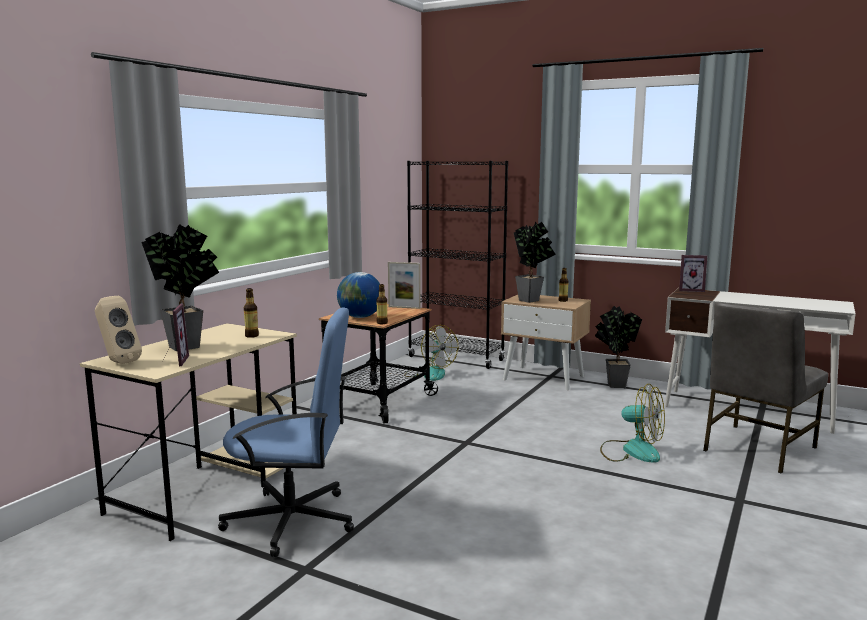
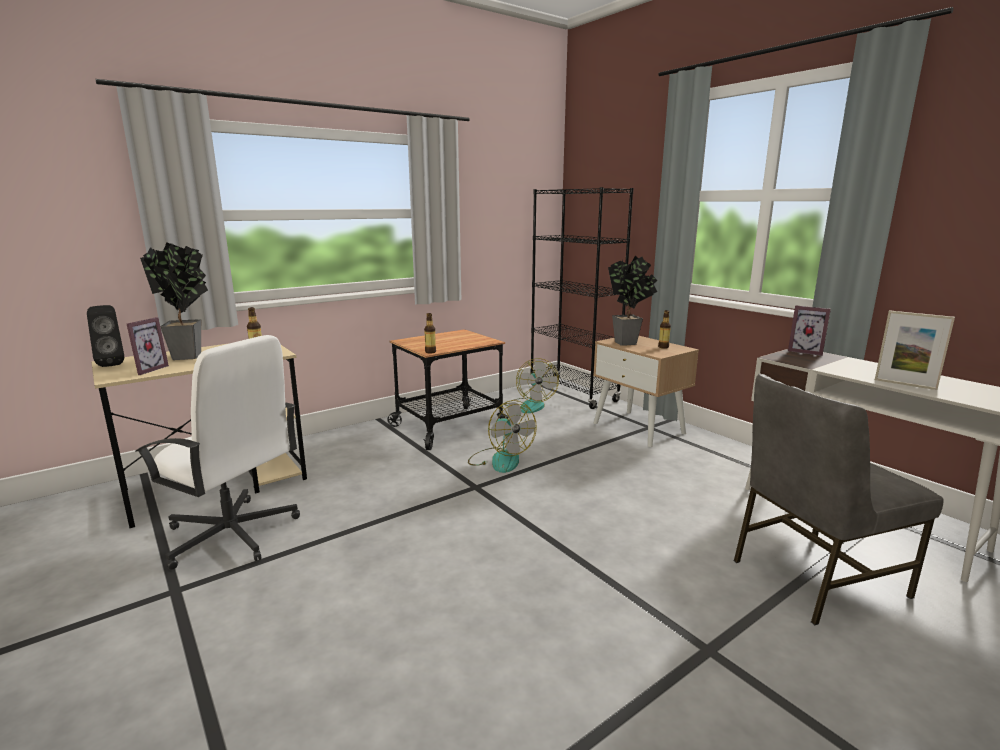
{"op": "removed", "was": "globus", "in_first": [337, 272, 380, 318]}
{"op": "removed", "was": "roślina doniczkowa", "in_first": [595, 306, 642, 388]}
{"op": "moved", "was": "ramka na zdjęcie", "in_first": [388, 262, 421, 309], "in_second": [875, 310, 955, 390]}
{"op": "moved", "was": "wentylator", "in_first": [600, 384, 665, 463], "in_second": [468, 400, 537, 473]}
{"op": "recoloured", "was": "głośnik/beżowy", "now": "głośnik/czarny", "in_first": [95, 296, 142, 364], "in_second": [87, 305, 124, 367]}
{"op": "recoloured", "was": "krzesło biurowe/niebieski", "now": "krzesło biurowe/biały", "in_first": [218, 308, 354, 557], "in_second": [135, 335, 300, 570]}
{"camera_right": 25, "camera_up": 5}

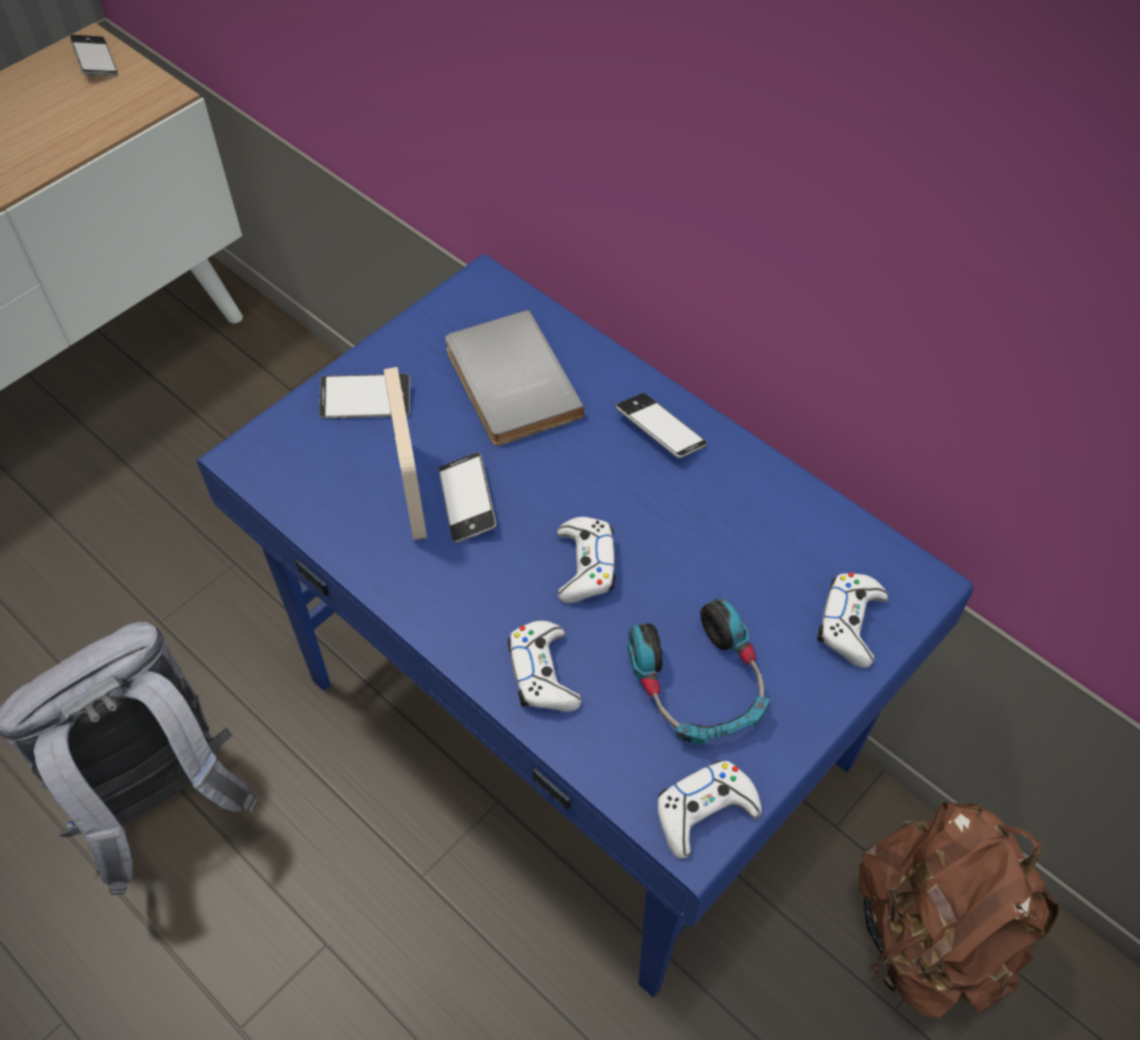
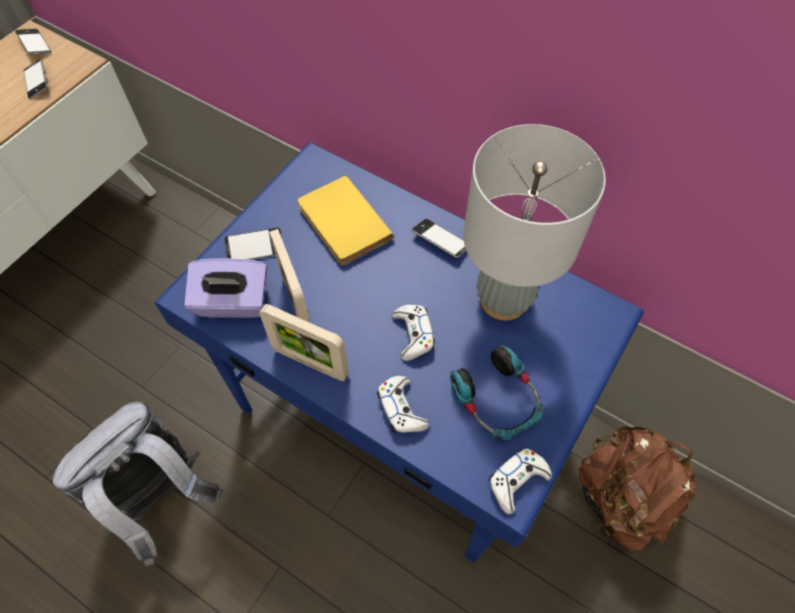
{"op": "removed", "was": "pad do gier/biały", "in_first": [817, 573, 888, 668]}
{"op": "added", "now": "pudełko chusteczek/fioletowy", "in_second": [184, 258, 267, 318]}
{"op": "added", "now": "ramka na zdjęcie", "in_second": [259, 304, 349, 381]}
{"op": "added", "now": "lampa stołowa/szary", "in_second": [463, 124, 606, 321]}
{"op": "moved", "was": "telefon", "in_first": [438, 452, 497, 543], "in_second": [23, 59, 48, 99]}
{"op": "recoloured", "was": "książka/szary", "now": "książka/żółty", "in_first": [445, 310, 585, 446], "in_second": [298, 175, 393, 265]}
{"camera_right": -10, "camera_up": 5}

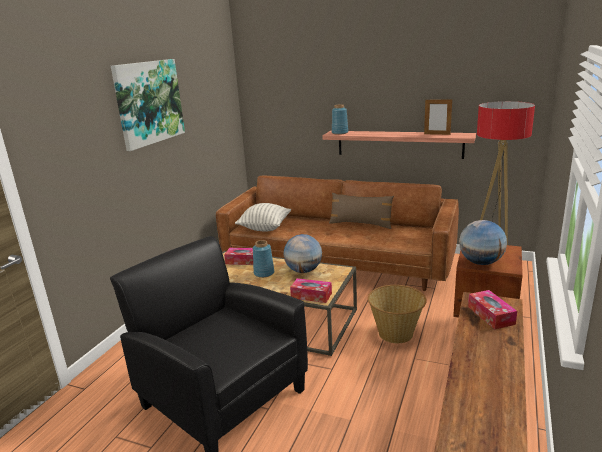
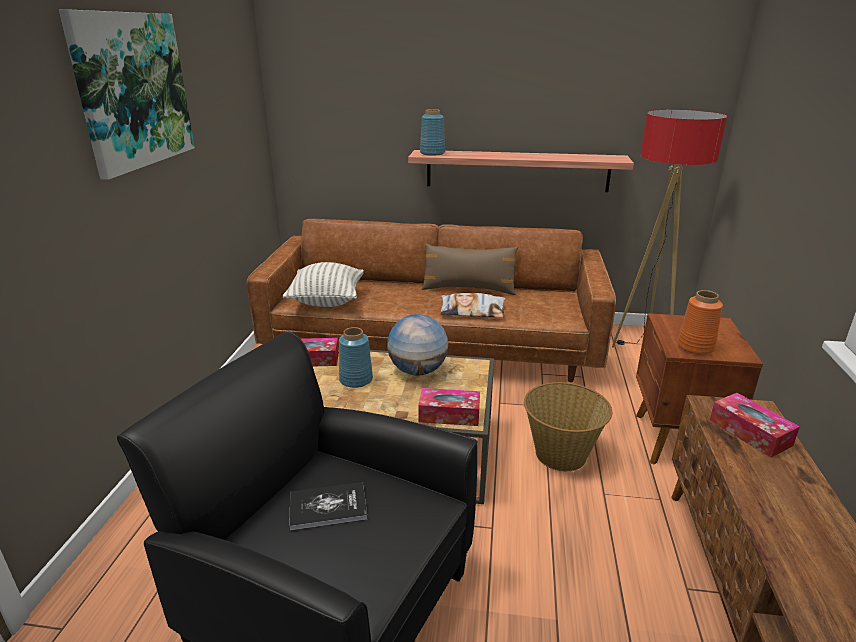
{"op": "removed", "was": "ramka na zdjęcie", "in_first": [424, 98, 452, 135]}
{"op": "added", "now": "książka", "in_second": [289, 482, 368, 531]}
{"op": "added", "now": "poduszka", "in_second": [440, 293, 506, 318]}
{"op": "replaced", "was": "globus", "now": "wazon/pomarańczowy", "in_first": [459, 220, 507, 265], "in_second": [677, 290, 723, 355]}
{"camera_right": -15, "camera_up": 5}

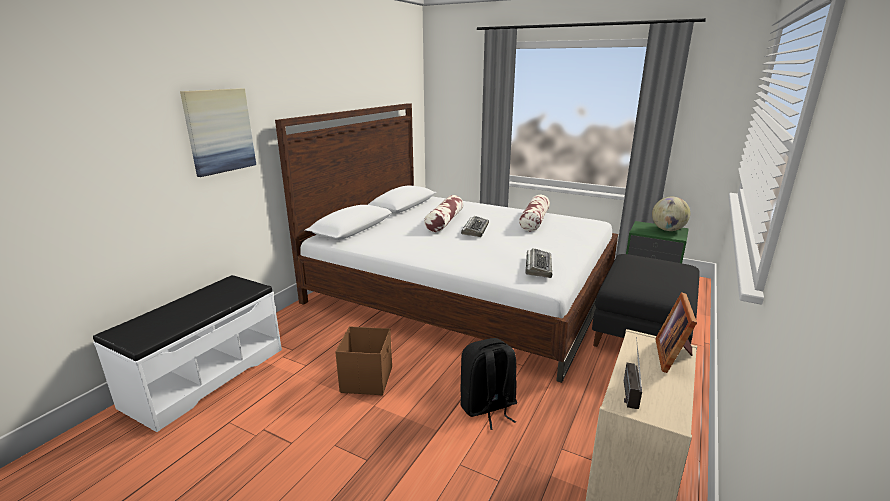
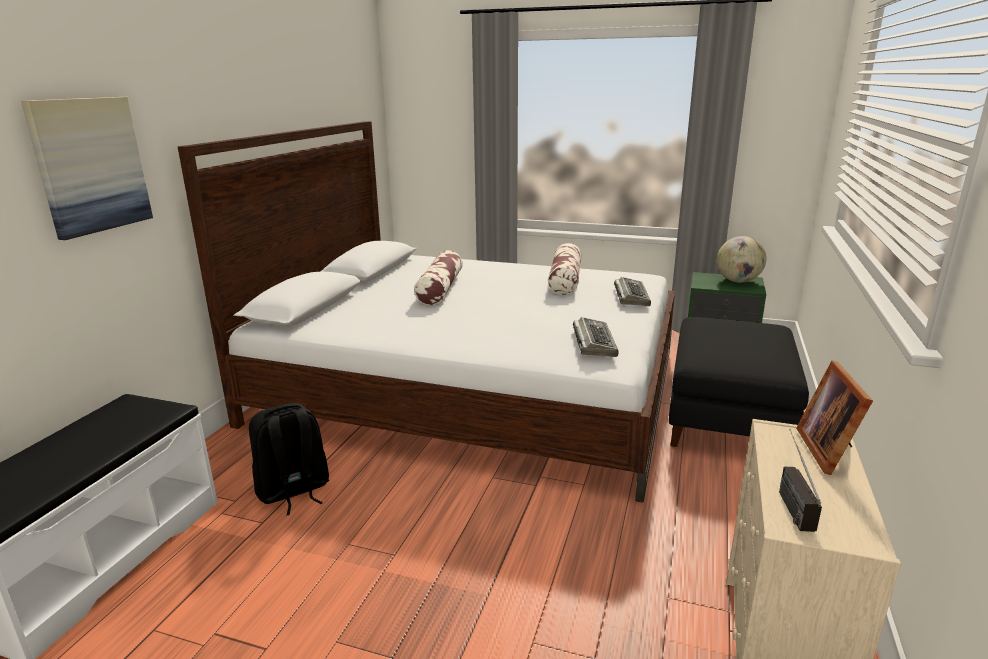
{"op": "removed", "was": "pojemnik do przechowywania/brązowy", "in_first": [335, 326, 392, 395]}
{"op": "moved", "was": "klawiatura", "in_first": [461, 216, 489, 237], "in_second": [614, 277, 651, 306]}
{"op": "moved", "was": "plecak/czarny", "in_first": [461, 338, 517, 430], "in_second": [249, 403, 329, 515]}
{"camera_right": -10, "camera_up": 0}

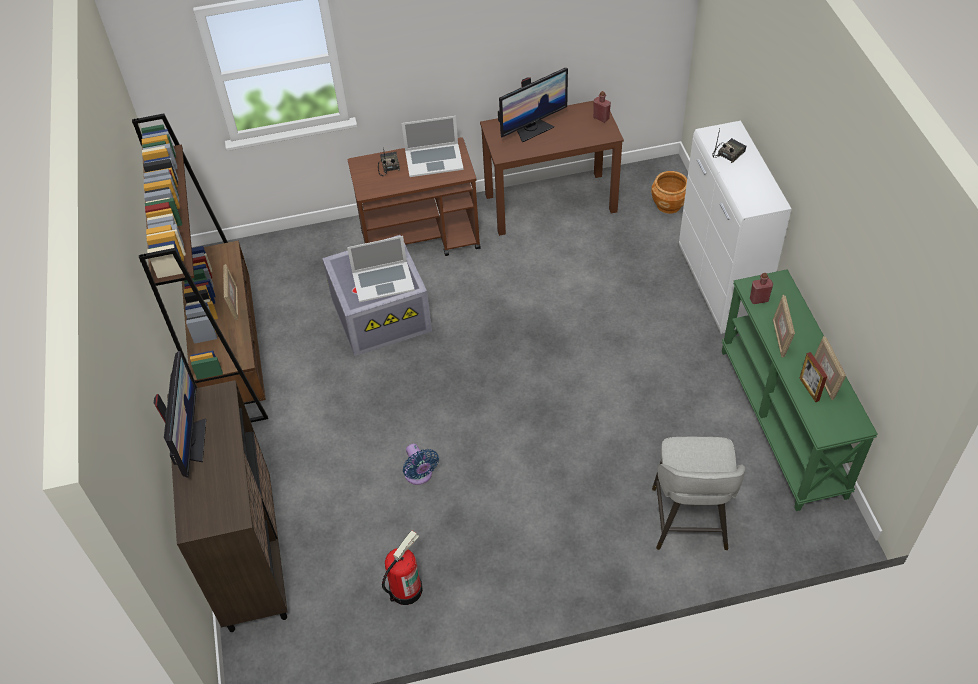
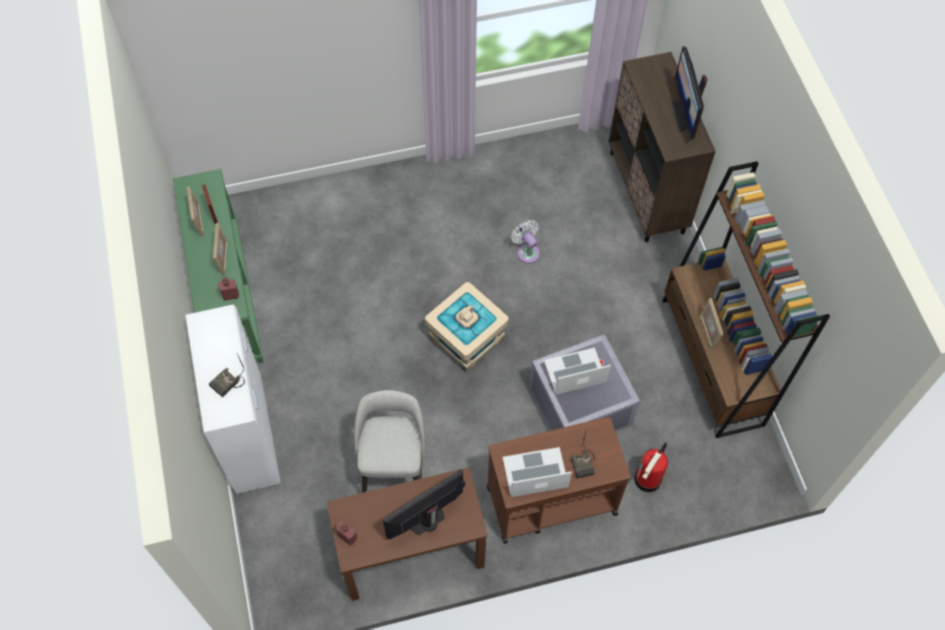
{"op": "removed", "was": "donica/brązowy", "in_first": [651, 171, 687, 214]}
{"op": "added", "now": "pojemnik do przechowywania/beżowy", "in_second": [425, 282, 508, 373]}
{"op": "moved", "was": "gaśnica", "in_first": [382, 530, 423, 605], "in_second": [634, 443, 668, 492]}
{"op": "moved", "was": "stołek/szary", "in_first": [652, 437, 745, 550], "in_second": [355, 390, 425, 493]}
{"op": "recoloured", "was": "wentylator/niebieski", "now": "wentylator/biały", "in_first": [403, 444, 439, 485], "in_second": [511, 220, 540, 264]}
{"camera_right": 175, "camera_up": 10}

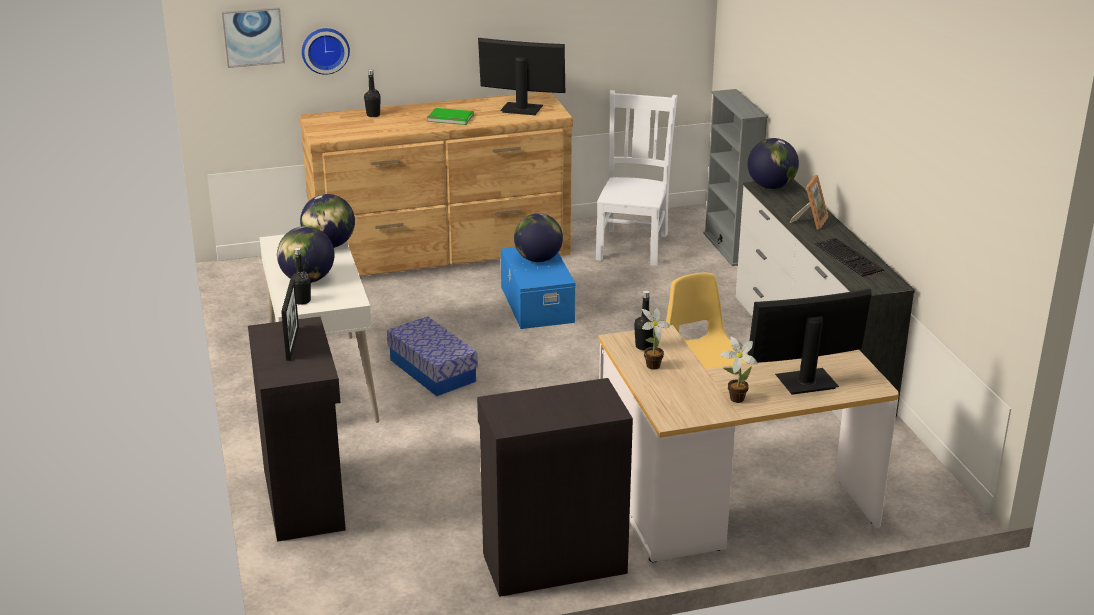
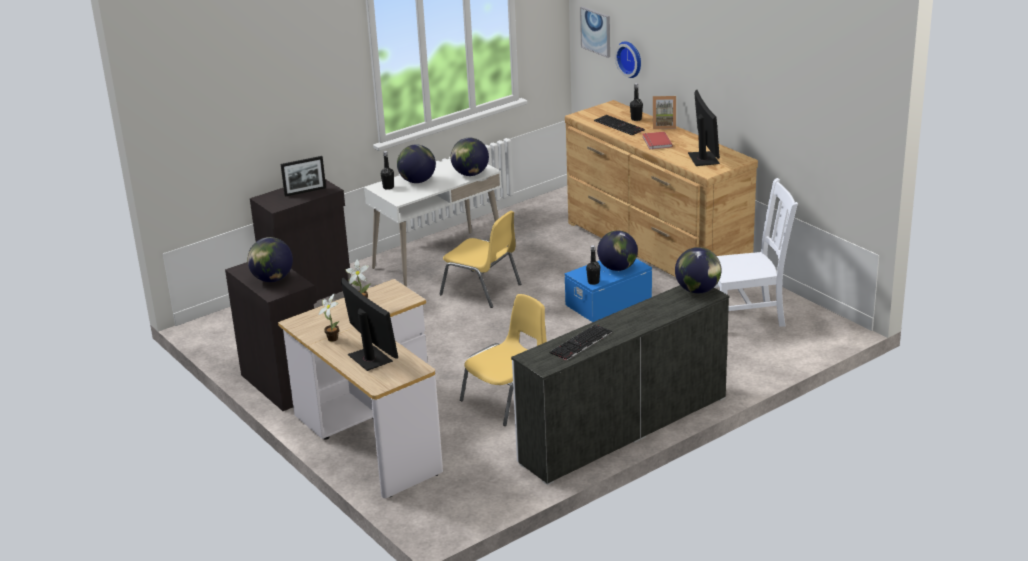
{"op": "removed", "was": "regał/szary", "in_first": [703, 89, 768, 266]}
{"op": "added", "now": "globus", "in_second": [247, 237, 293, 282]}
{"op": "added", "now": "klawiatura", "in_second": [594, 115, 645, 135]}
{"op": "moved", "was": "butelka/czarny", "in_first": [634, 290, 654, 350], "in_second": [586, 245, 600, 285]}
{"op": "moved", "was": "ramka na zdjęcie", "in_first": [790, 175, 829, 229], "in_second": [653, 96, 676, 129]}
{"op": "replaced", "was": "pojemnik do przechowywania", "now": "krzesło/żółty", "in_first": [387, 316, 478, 396], "in_second": [439, 211, 521, 308]}
{"op": "recoloured", "was": "książka/zielony", "now": "książka/czerwony", "in_first": [427, 108, 474, 125], "in_second": [643, 132, 673, 149]}
{"camera_right": 70, "camera_up": 0}

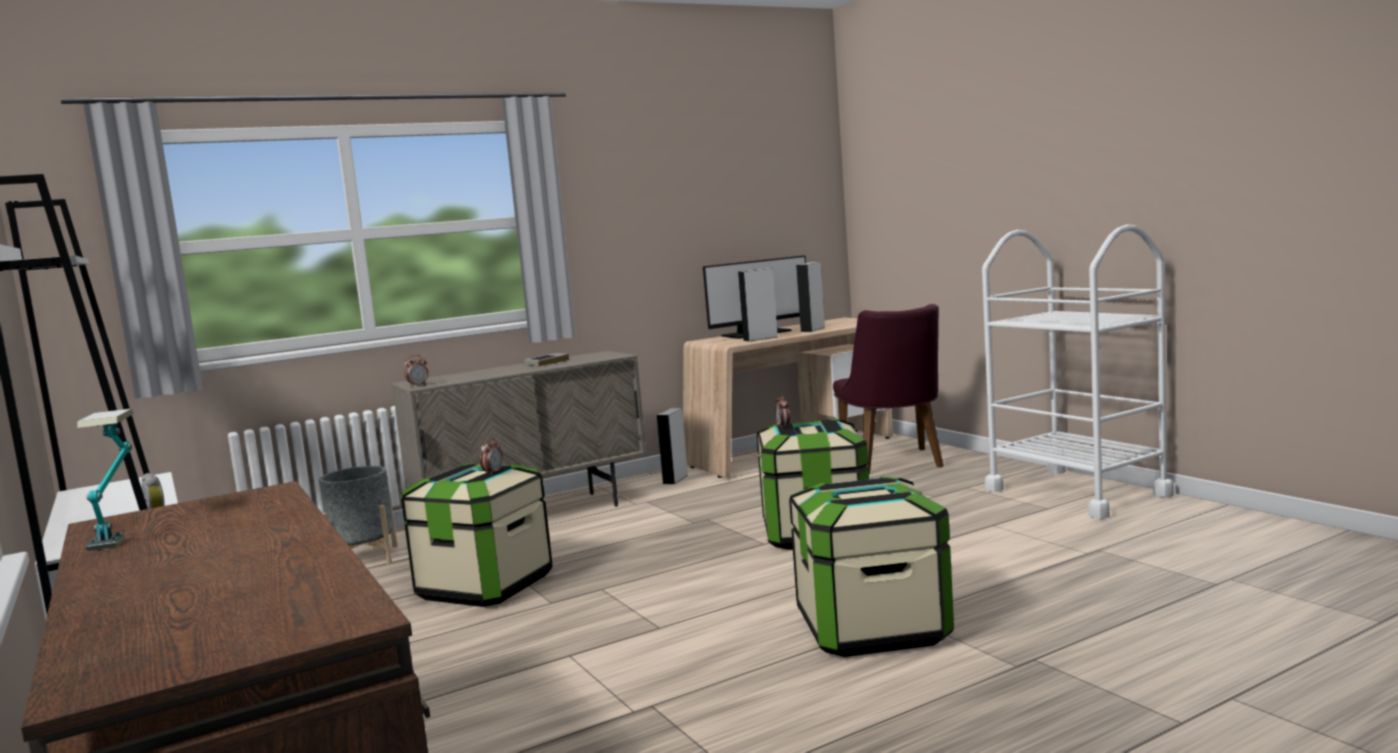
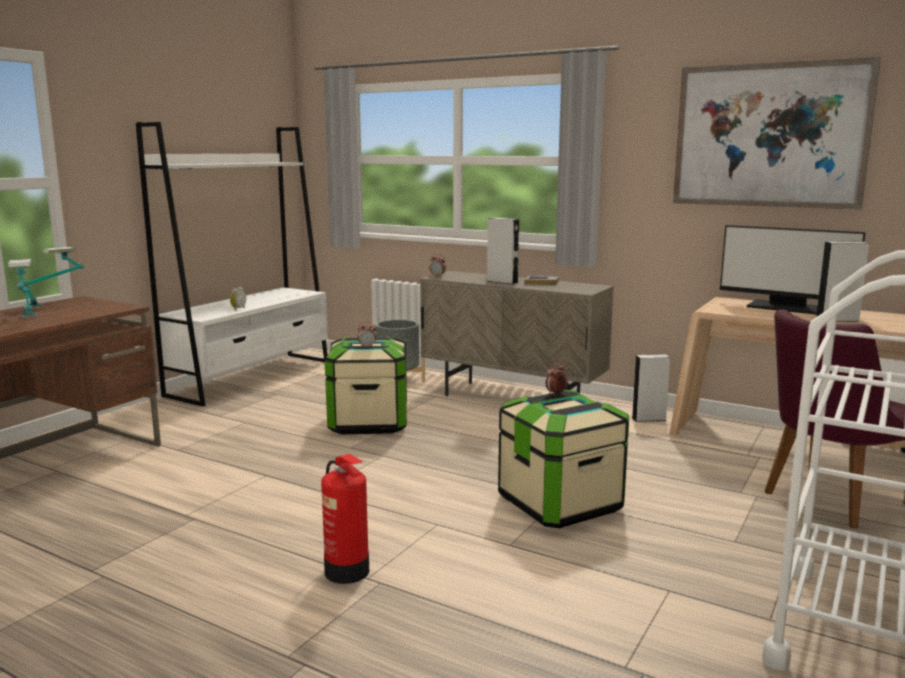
{"op": "added", "now": "lampa stołowa", "in_second": [8, 259, 37, 319]}
{"op": "added", "now": "obraz", "in_second": [673, 57, 881, 210]}
{"op": "moved", "was": "głośnik/szary", "in_first": [738, 268, 778, 341], "in_second": [487, 218, 519, 284]}
{"op": "replaced", "was": "pojemnik do przechowywania", "now": "gaśnica", "in_first": [789, 476, 954, 657], "in_second": [321, 454, 369, 584]}
{"camera_right": 60, "camera_up": 5}

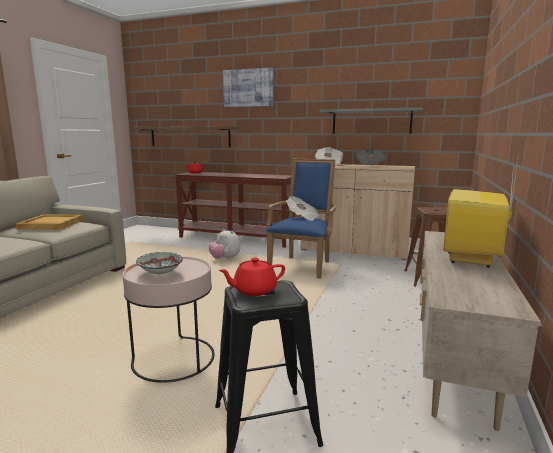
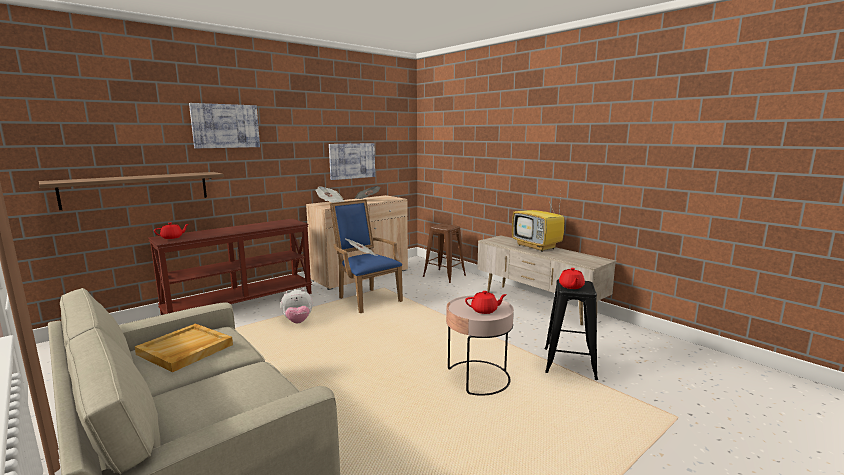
{"op": "replaced", "was": "miska", "now": "imbryk/czerwony", "in_first": [136, 252, 183, 274], "in_second": [465, 291, 507, 314]}
{"op": "replaced", "was": "półka/szary", "now": "obraz", "in_first": [320, 107, 423, 134], "in_second": [329, 143, 375, 180]}
{"camera_right": -60, "camera_up": 0}

